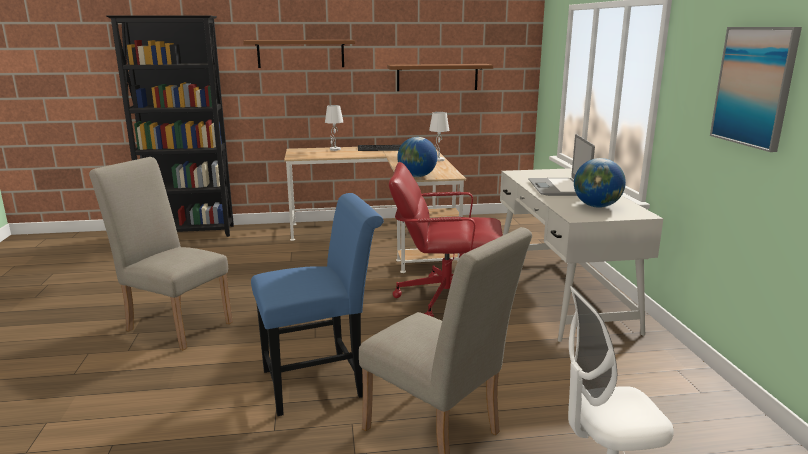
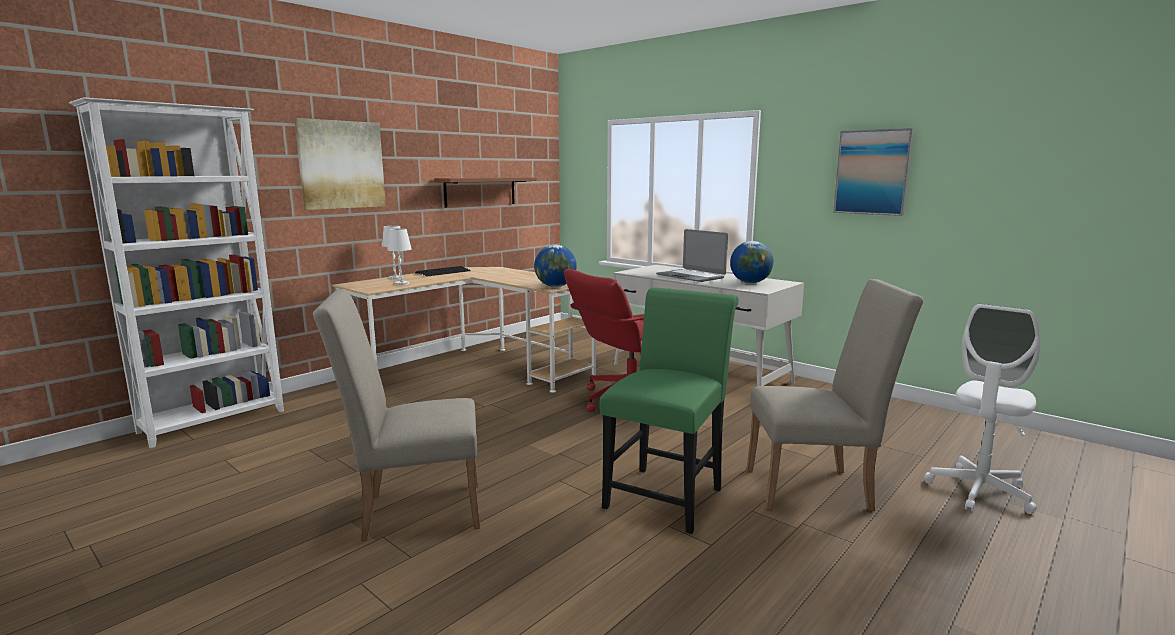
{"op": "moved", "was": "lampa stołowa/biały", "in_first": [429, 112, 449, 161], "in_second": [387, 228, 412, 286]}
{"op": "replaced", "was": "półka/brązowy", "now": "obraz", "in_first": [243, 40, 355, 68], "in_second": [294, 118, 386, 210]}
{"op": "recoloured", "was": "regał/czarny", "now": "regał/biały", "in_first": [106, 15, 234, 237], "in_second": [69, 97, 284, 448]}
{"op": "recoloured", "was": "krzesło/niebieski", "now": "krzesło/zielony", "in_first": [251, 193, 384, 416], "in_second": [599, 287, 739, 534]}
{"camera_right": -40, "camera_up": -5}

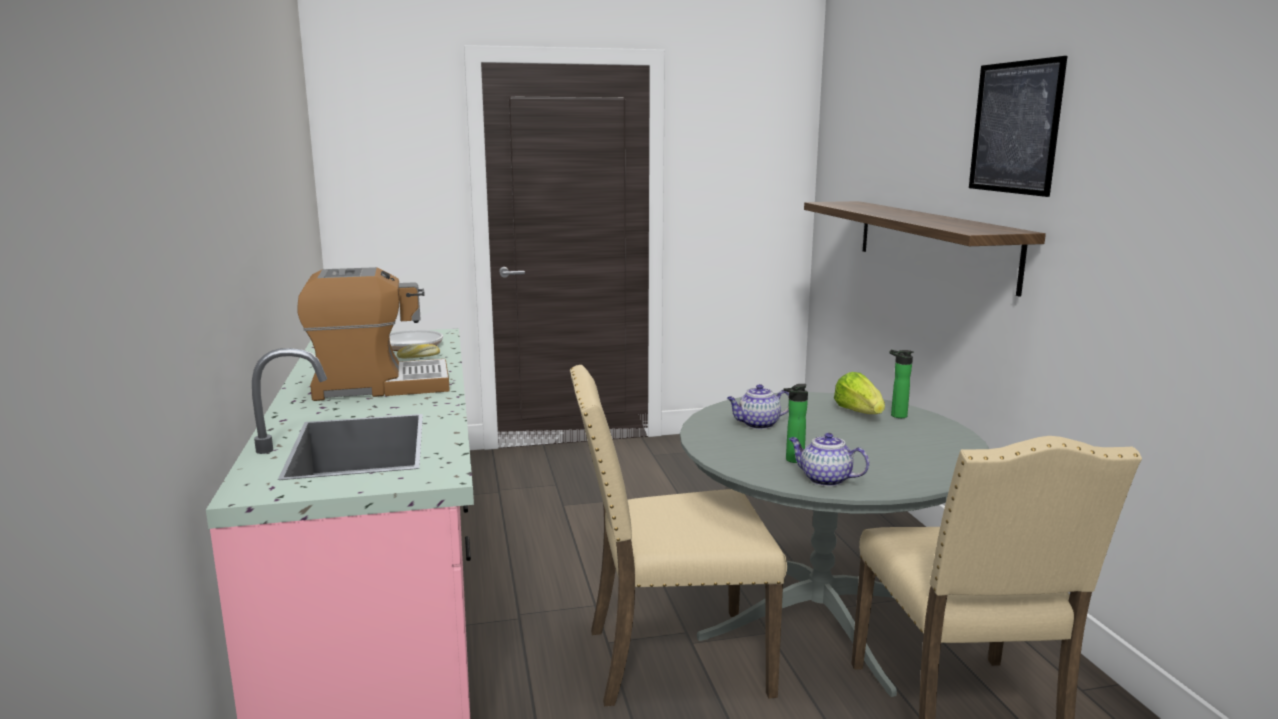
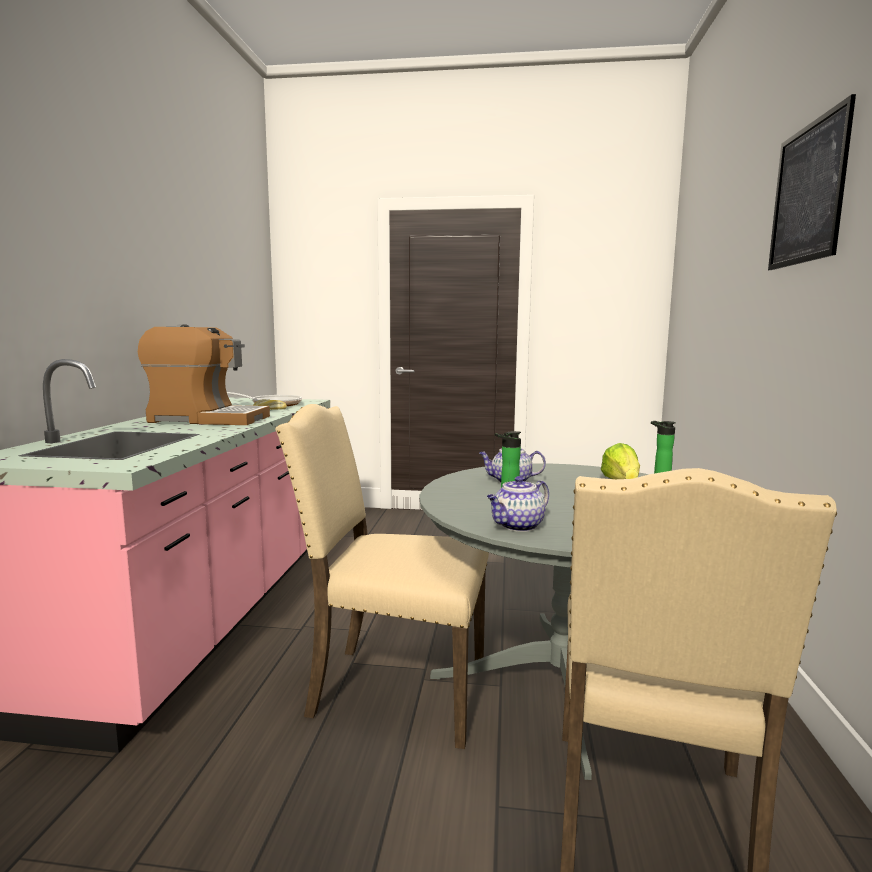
{"op": "removed", "was": "półka", "in_first": [804, 201, 1046, 297]}
{"op": "turned", "was": "imbryk", "in_first": [789, 433, 869, 487], "in_second": [487, 476, 549, 532], "clockwise": -90}
{"camera_right": 20, "camera_up": -5}

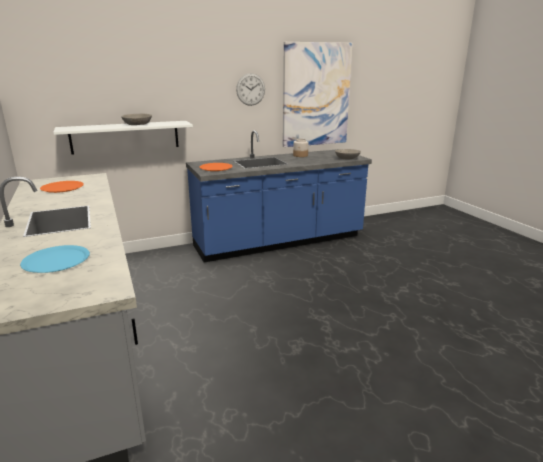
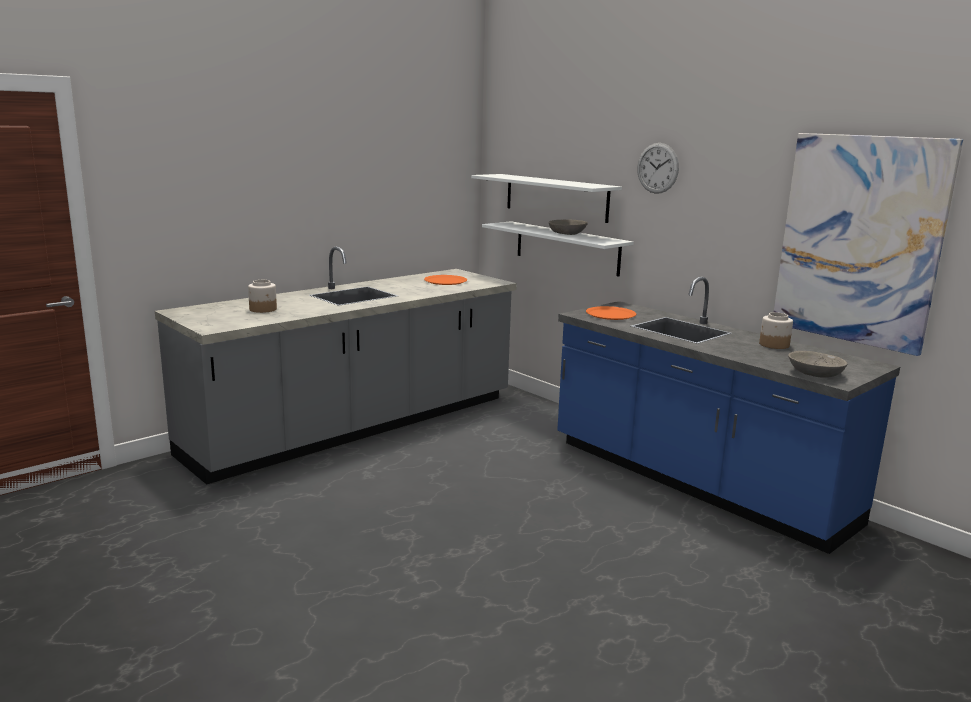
{"op": "added", "now": "półka/biały", "in_second": [471, 174, 622, 223]}
{"op": "moved", "was": "zegar ścienny", "in_first": [236, 73, 265, 106], "in_second": [637, 143, 679, 194]}
{"op": "replaced", "was": "talerz/niebieski", "now": "słoik", "in_first": [20, 245, 90, 273], "in_second": [248, 280, 277, 313]}
{"camera_right": 70, "camera_up": -5}

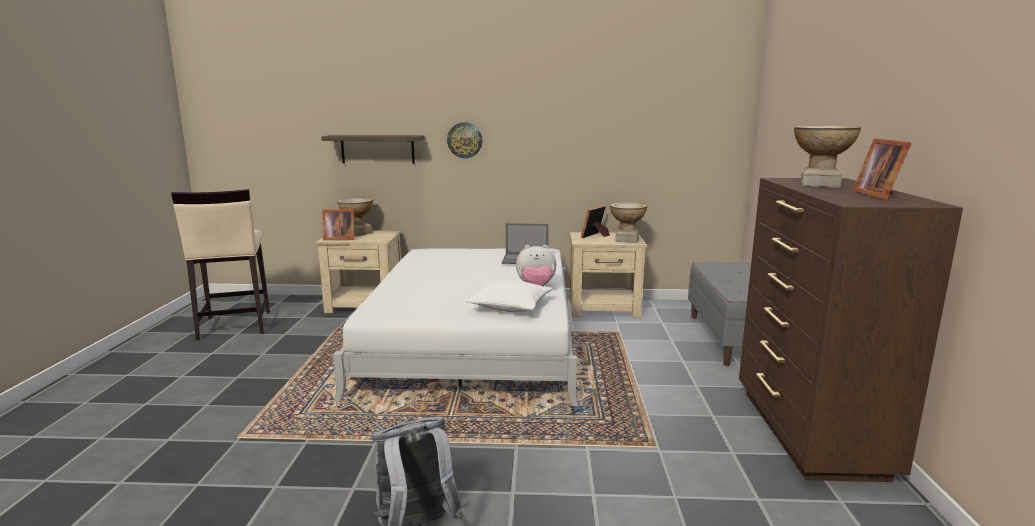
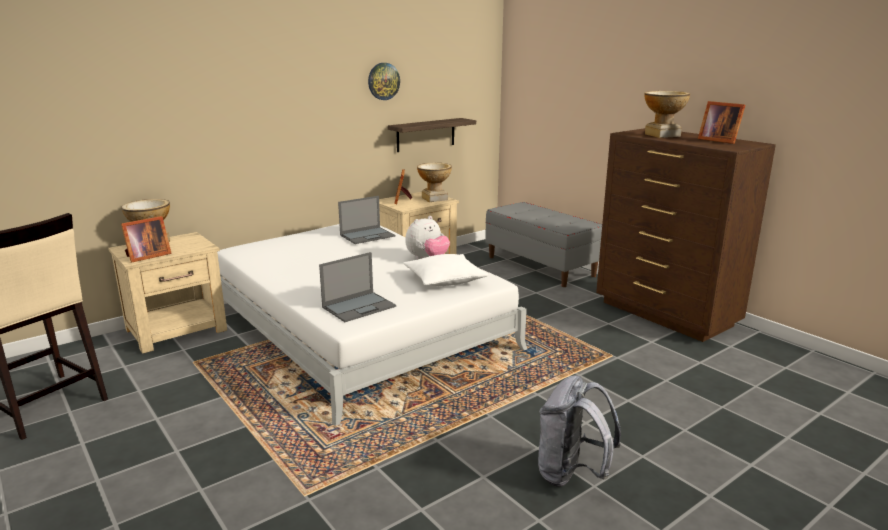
{"op": "added", "now": "laptop", "in_second": [319, 252, 396, 322]}
{"op": "moved", "was": "półka", "in_first": [321, 135, 424, 164], "in_second": [388, 118, 476, 152]}
{"op": "moved", "was": "zegar ścienny", "in_first": [447, 122, 483, 158], "in_second": [368, 63, 400, 100]}
{"camera_right": -40, "camera_up": 5}

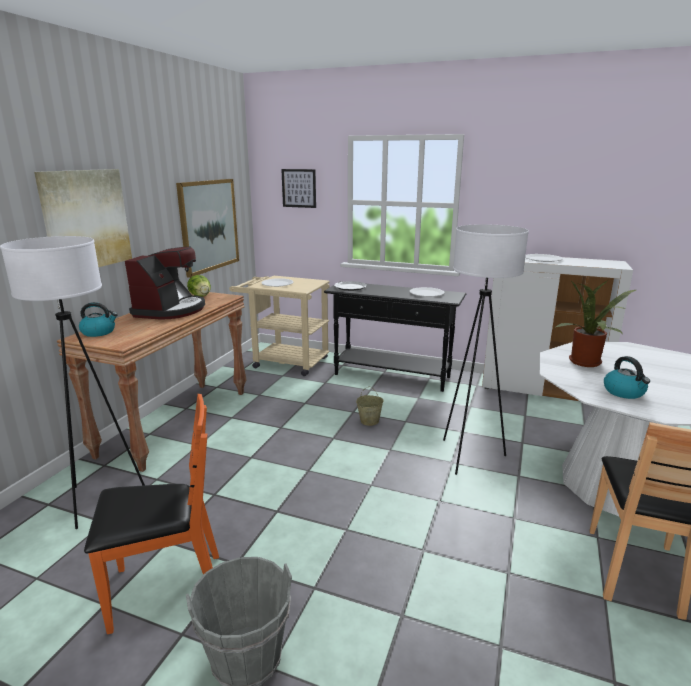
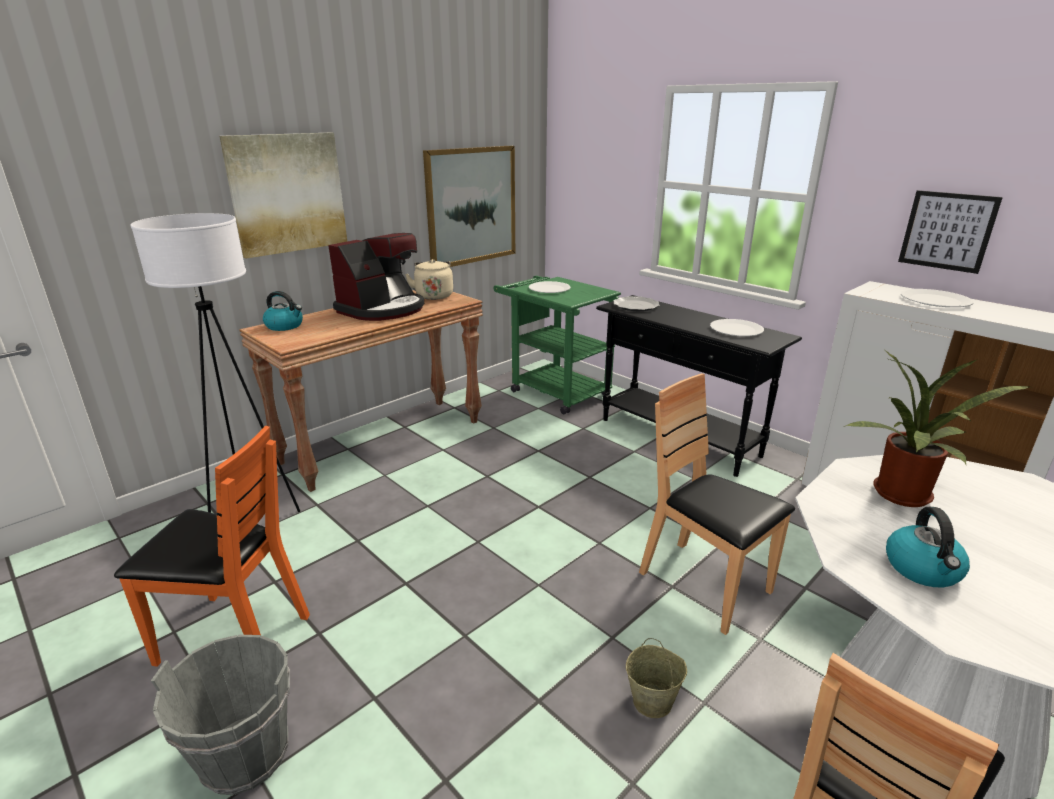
{"op": "moved", "was": "obraz", "in_first": [281, 169, 316, 208], "in_second": [898, 190, 1003, 274]}
{"op": "moved", "was": "wiadro/beżowy", "in_first": [356, 386, 384, 426], "in_second": [626, 638, 687, 718]}
{"op": "replaced", "was": "sałata", "now": "czajnik/beżowy", "in_first": [187, 275, 211, 297], "in_second": [405, 259, 453, 300]}
{"op": "replaced", "was": "lampa stojąca/biały", "now": "krzesło/brązowy", "in_first": [443, 224, 529, 475], "in_second": [639, 373, 795, 635]}
{"op": "recoloured", "was": "wózek/beżowy", "now": "wózek/zielony", "in_first": [229, 276, 330, 376], "in_second": [493, 276, 621, 414]}
{"camera_right": 25, "camera_up": 5}

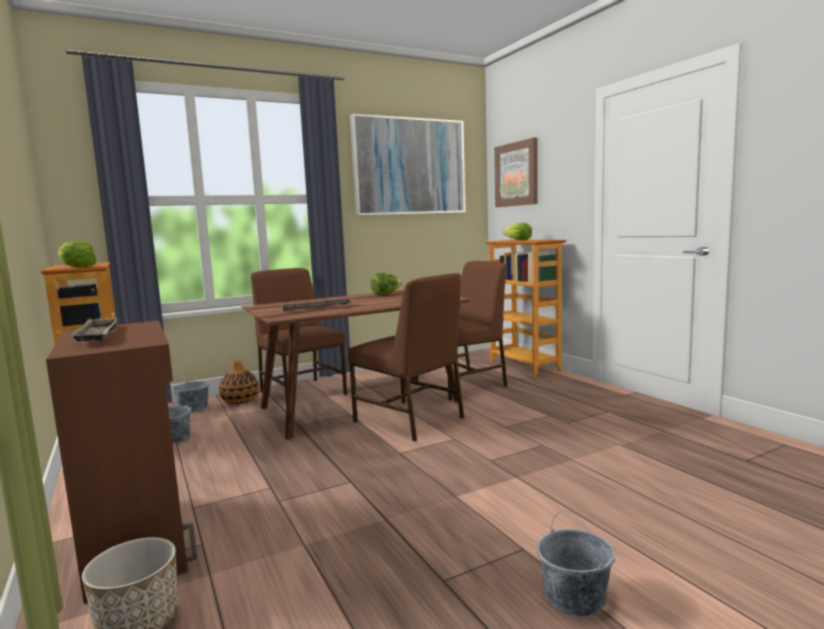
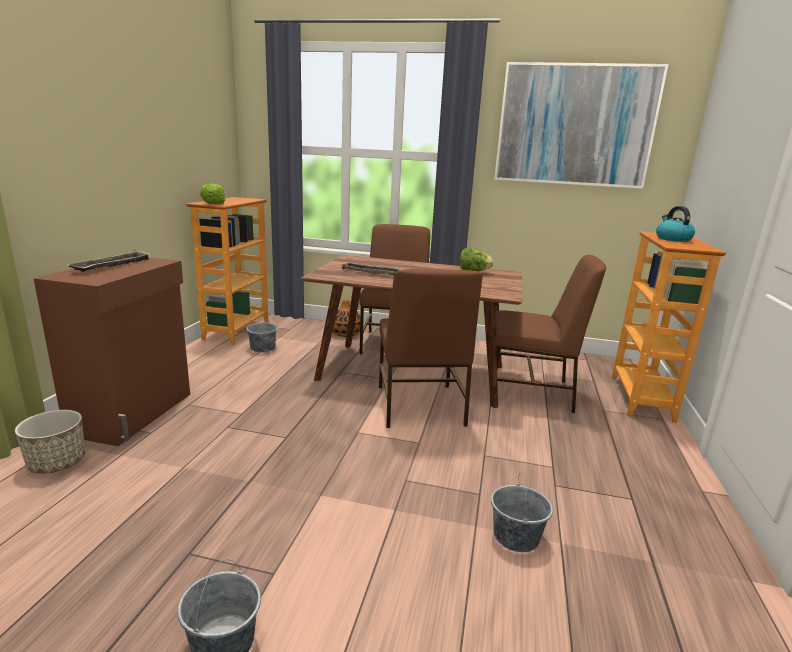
{"op": "removed", "was": "obraz", "in_first": [494, 138, 538, 207]}
{"op": "moved", "was": "wiadro/szary", "in_first": [172, 368, 210, 413], "in_second": [491, 472, 553, 552]}
{"op": "replaced", "was": "sałata", "now": "czajnik", "in_first": [503, 223, 532, 240], "in_second": [656, 206, 695, 242]}
{"camera_right": 40, "camera_up": 10}

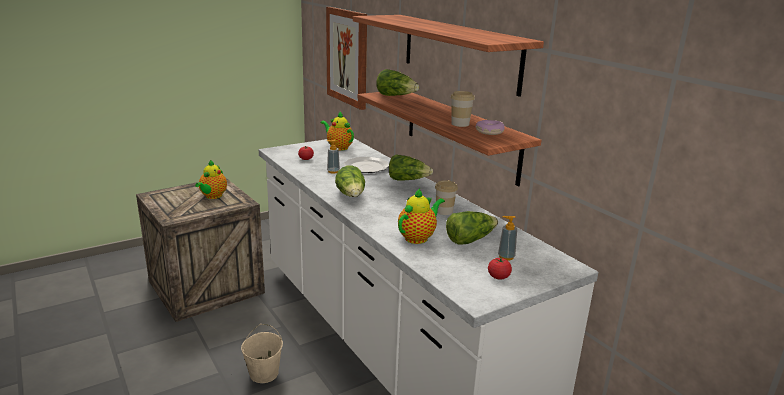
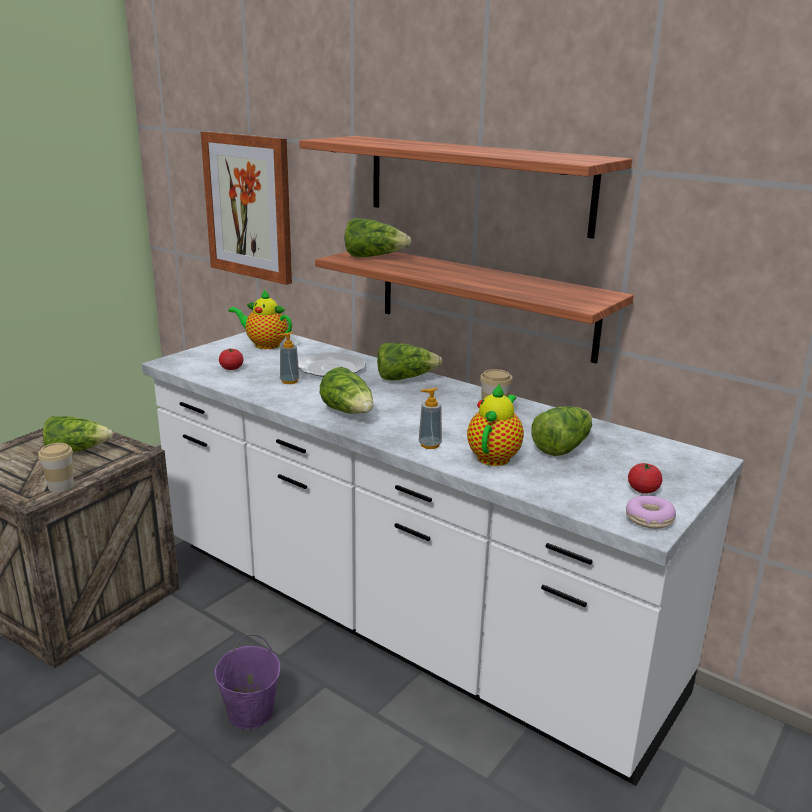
{"op": "moved", "was": "filiżanka", "in_first": [451, 91, 475, 127], "in_second": [38, 443, 74, 492]}
{"op": "moved", "was": "donut", "in_first": [476, 120, 505, 135], "in_second": [626, 496, 676, 529]}
{"op": "moved", "was": "dozownik mydła", "in_first": [498, 216, 517, 261], "in_second": [419, 388, 442, 449]}
{"op": "replaced", "was": "imbryk", "now": "sałata", "in_first": [195, 160, 227, 199], "in_second": [43, 416, 113, 452]}
{"op": "recoloured", "was": "wiadro/beżowy", "now": "wiadro/fioletowy", "in_first": [241, 324, 283, 383], "in_second": [215, 635, 280, 729]}
{"camera_right": -20, "camera_up": 0}

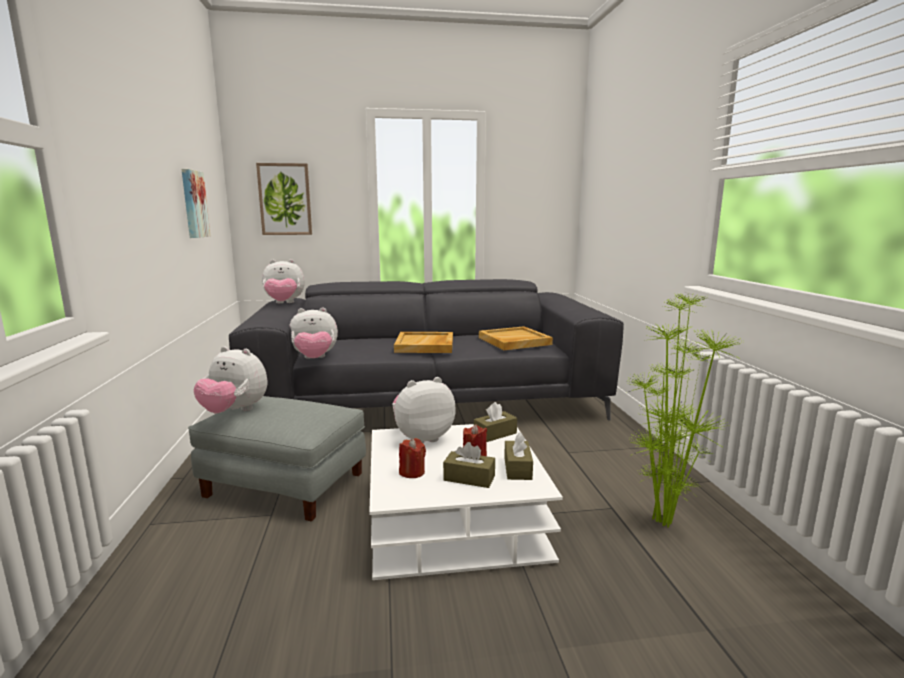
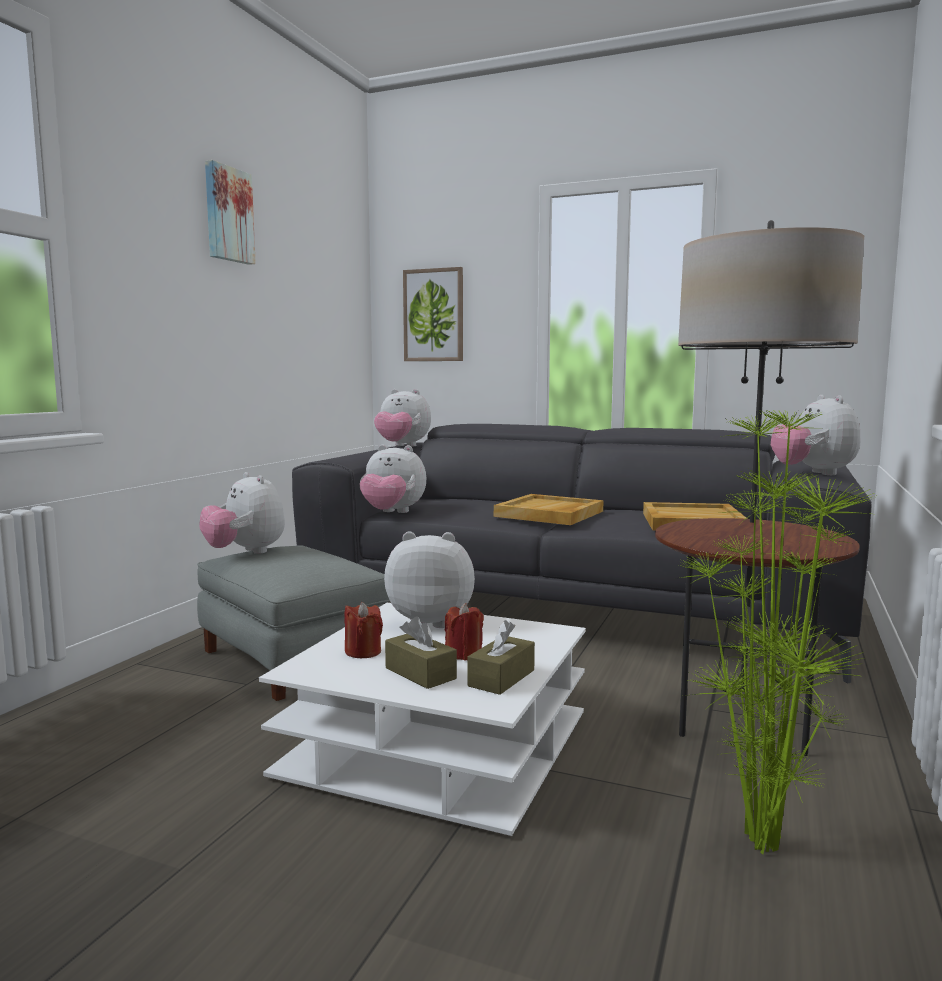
{"op": "removed", "was": "pudełko chusteczek/brązowy", "in_first": [474, 402, 517, 442]}
{"op": "added", "now": "lampa stojąca", "in_second": [655, 220, 864, 756]}
{"op": "added", "now": "pluszak", "in_second": [771, 395, 861, 475]}
{"op": "moved", "was": "obraz", "in_first": [181, 169, 211, 238], "in_second": [205, 160, 256, 265]}
{"camera_right": 30, "camera_up": -5}

